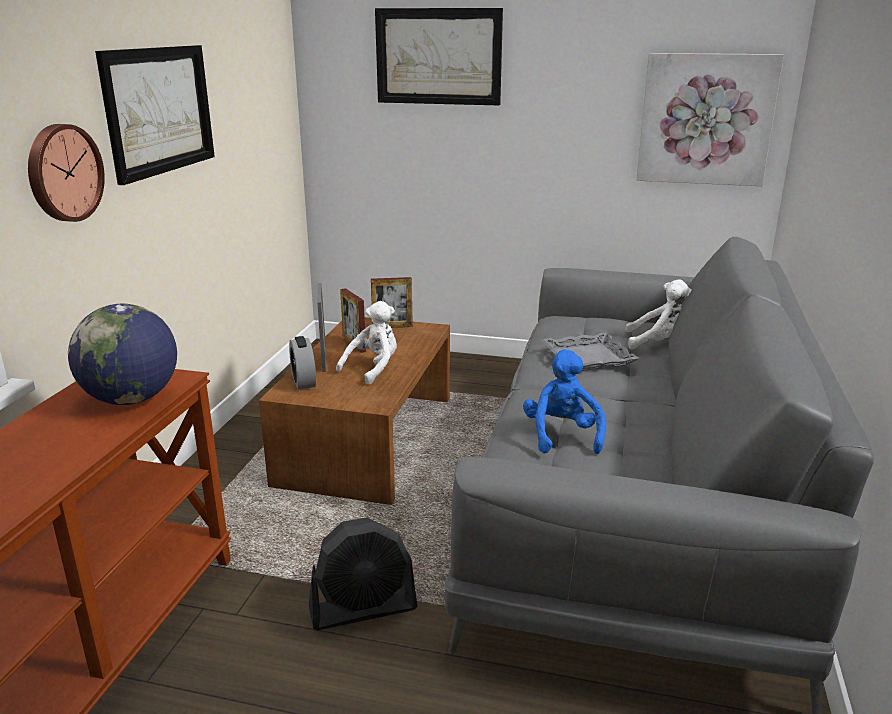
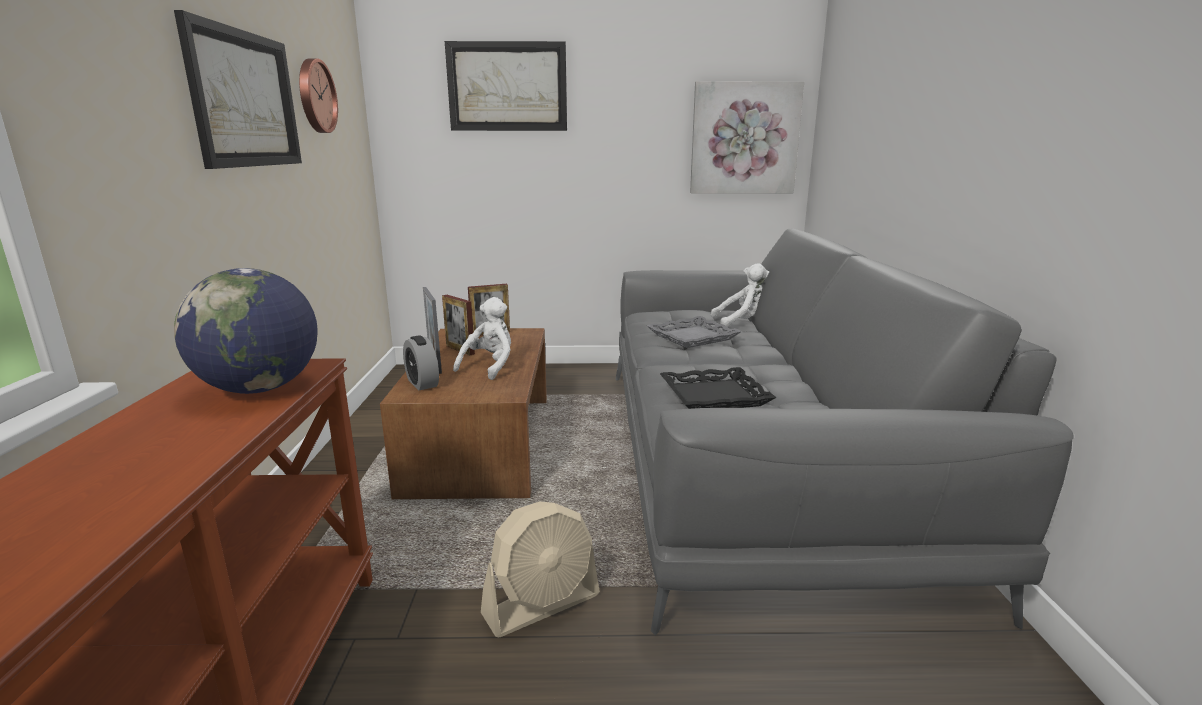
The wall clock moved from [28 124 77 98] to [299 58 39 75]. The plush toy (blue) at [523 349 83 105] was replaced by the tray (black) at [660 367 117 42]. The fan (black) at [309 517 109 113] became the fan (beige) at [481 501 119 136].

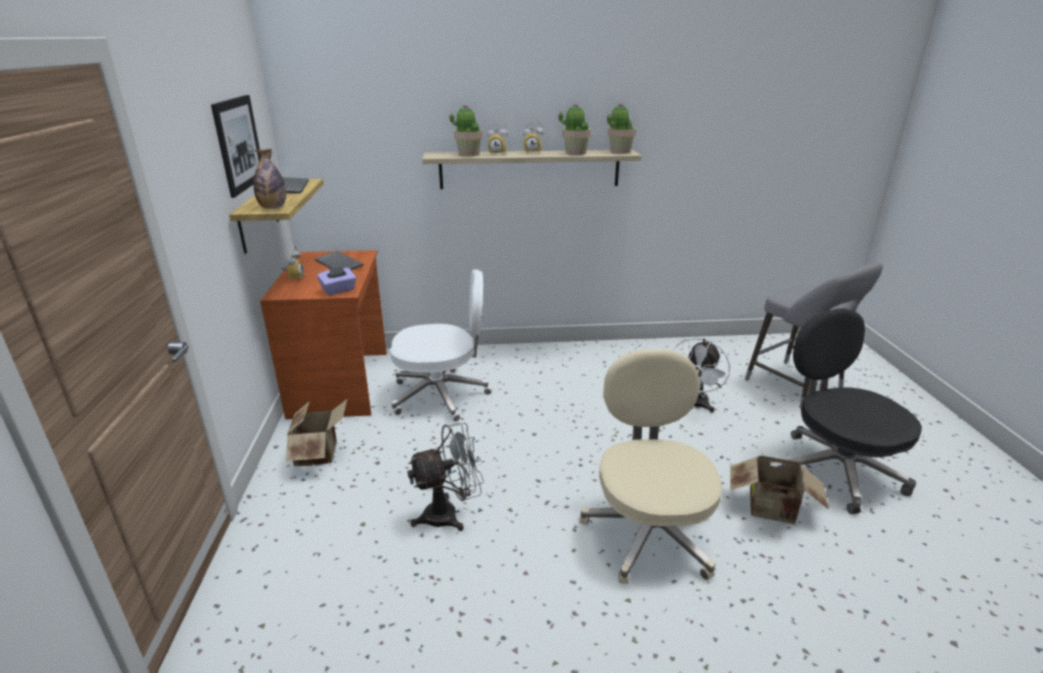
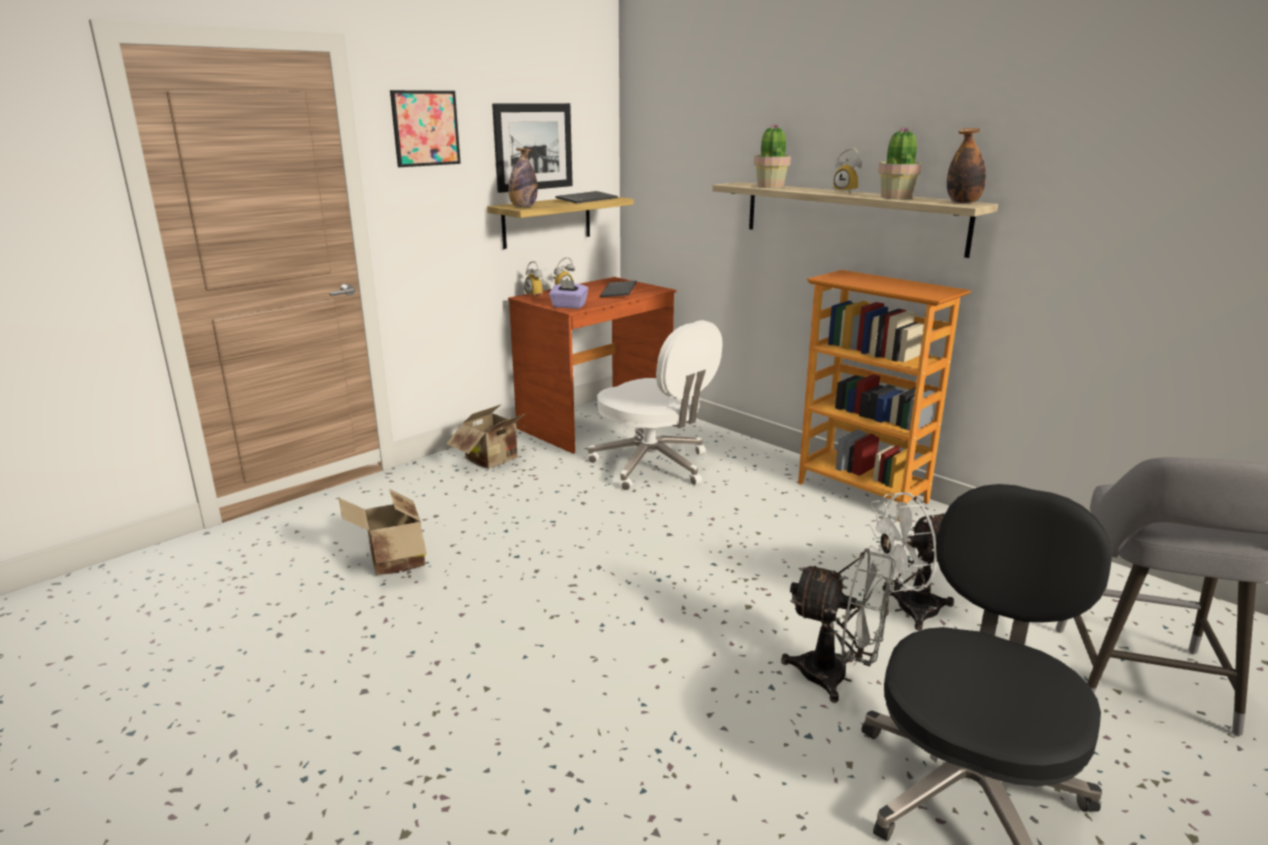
The office chair (beige) at [579 349 143 235] disappeared. The picture at [390 90 71 77] appeared. The bookcase at [798 270 173 251] appeared. The fan (grey) moved from [407 423 77 108] to [781 548 115 155]. The alarm clock moved from [487 122 21 33] to [524 261 22 36]. The cardboard box moved from [730 456 99 68] to [339 489 88 86]. The potted plant at [607 104 29 50] was replaced by the bottle at [947 128 39 75].

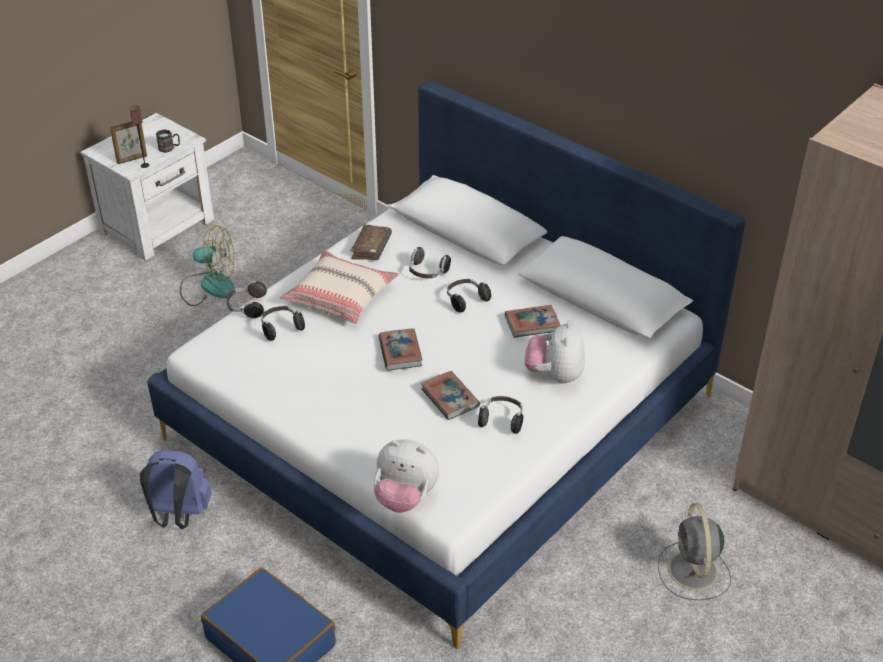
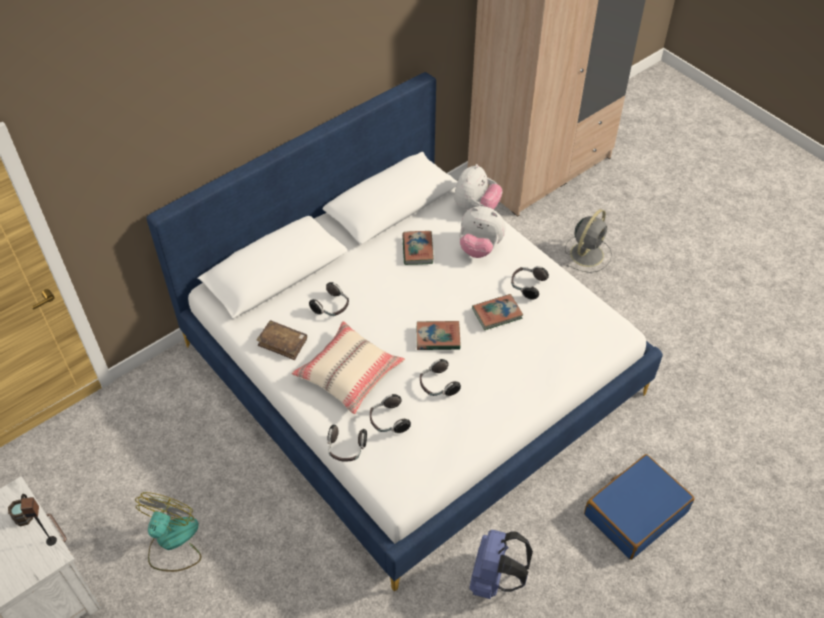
The picture frame at [110 122 37 42] disappeared. The plush toy moved from [374 439 65 74] to [454 164 49 46]. The headphones moved from [447 279 44 34] to [420 359 41 37]. The fan (grey) at [658 503 73 97] turned 60 degrees counterclockwise.

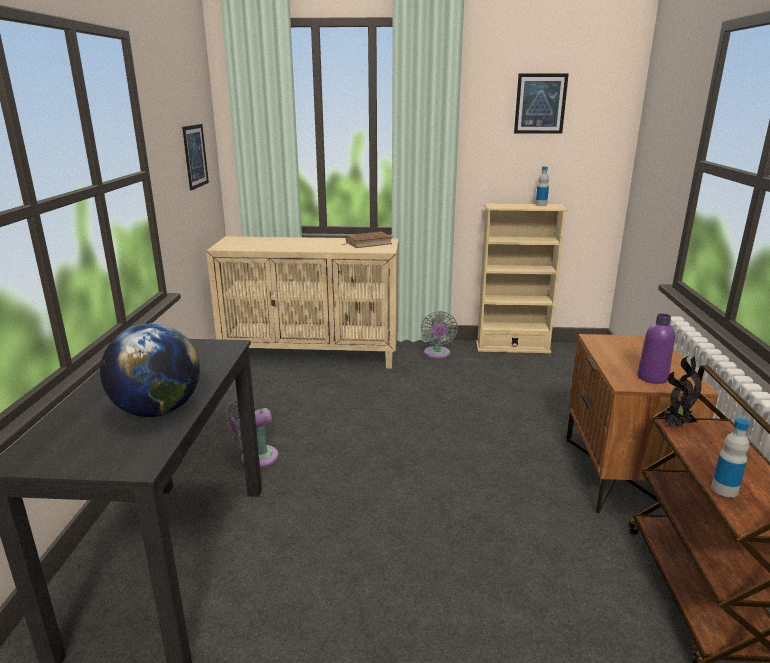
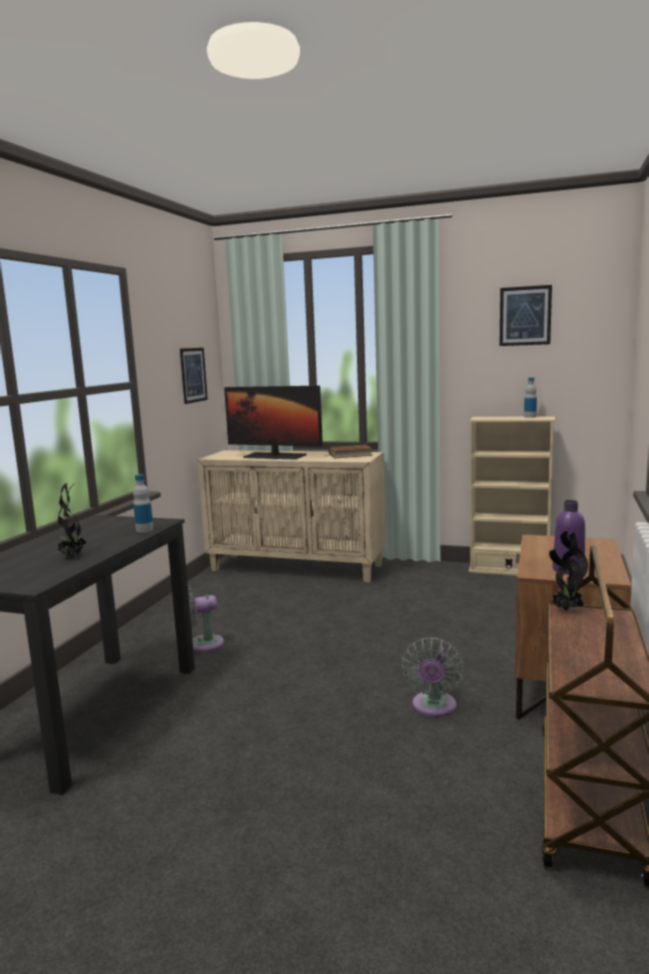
The monitor at [224 386 99 74] appeared. The fan (grey) moved from [421 311 37 48] to [401 637 63 80]. The bottle moved from [711 418 38 79] to [133 474 21 59]. The globe at [100 324 100 93] was replaced by the potted plant at [58 483 28 75].

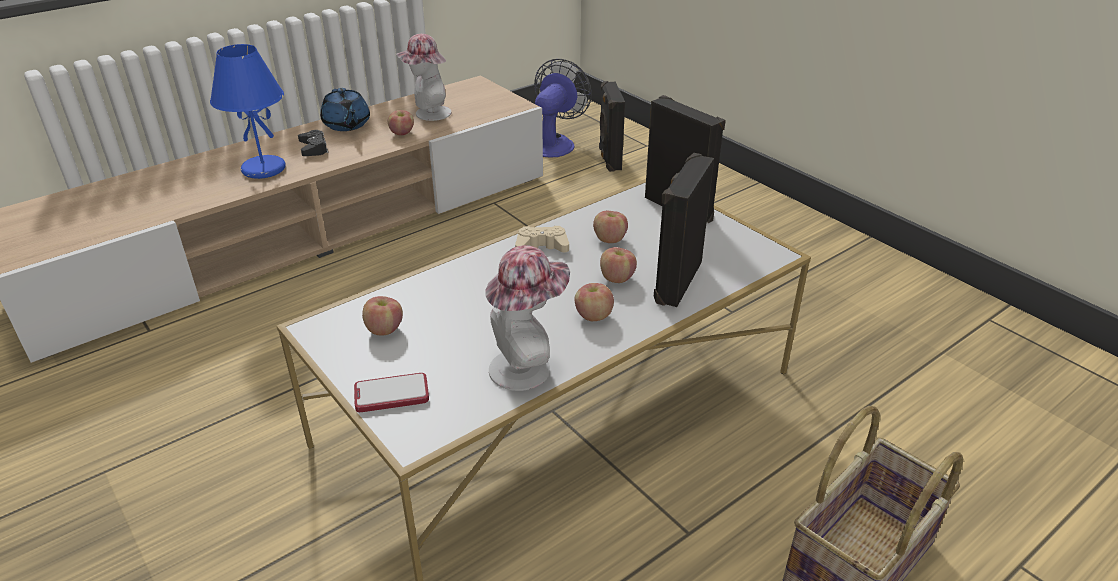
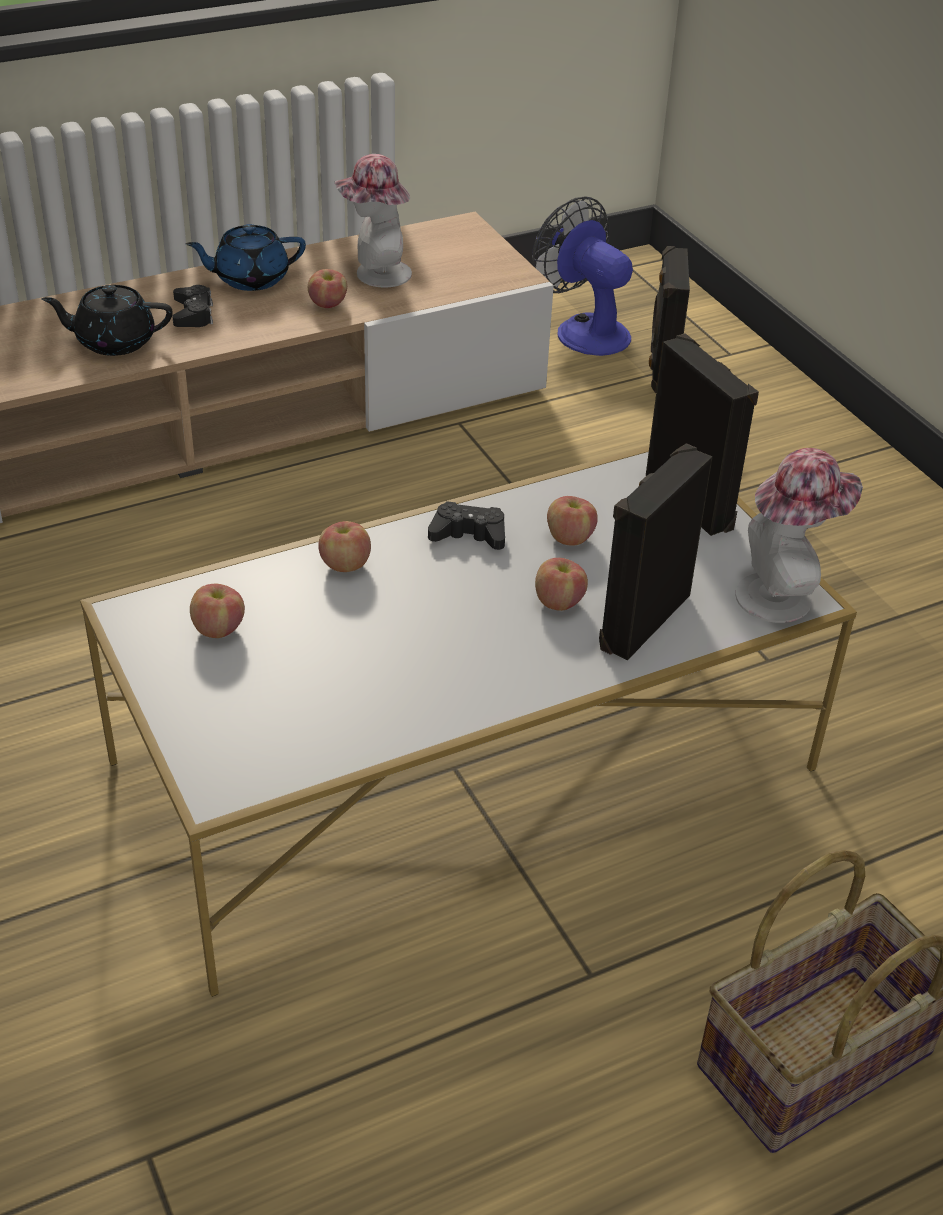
The phone at [354 373 75 39] disappeared. The hat moved from [486 245 84 146] to [735 448 128 175]. The apple moved from [575 283 39 38] to [318 521 53 51]. The table lamp (blue) at [210 44 76 135] was replaced by the teapot (black) at [41 285 132 71]. The game controller (beige) at [515 226 54 26] became the game controller (black) at [428 501 77 49]. The teapot (blue) at [320 88 50 43] turned 90 degrees clockwise. The fan at [534 59 58 98] turned 75 degrees counterclockwise.

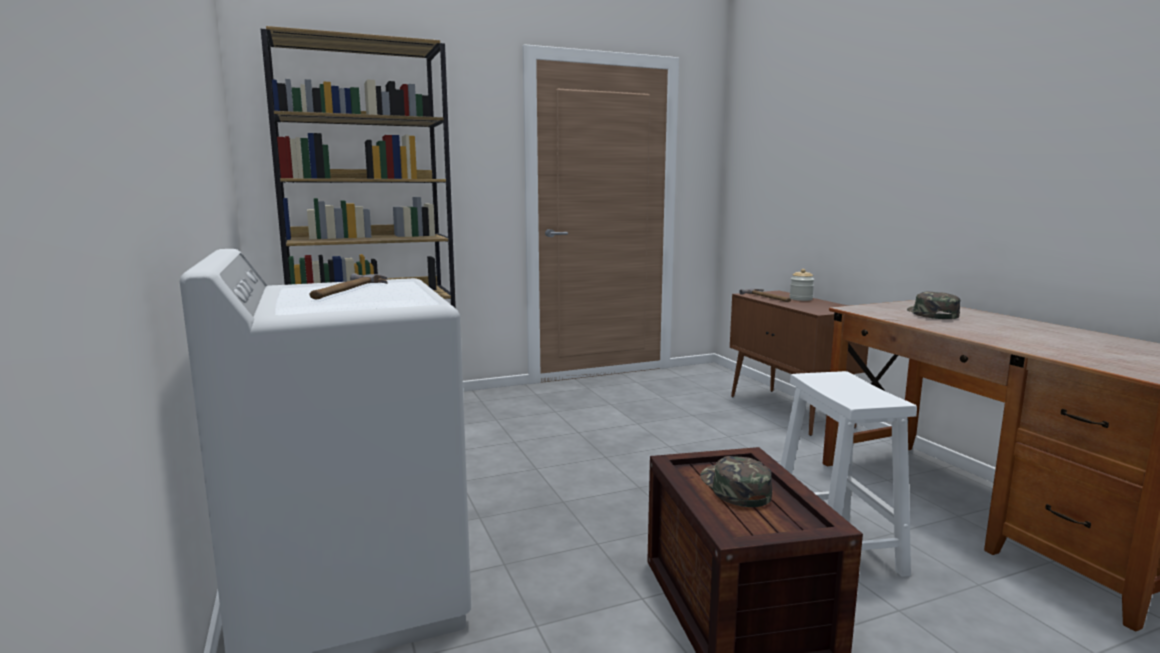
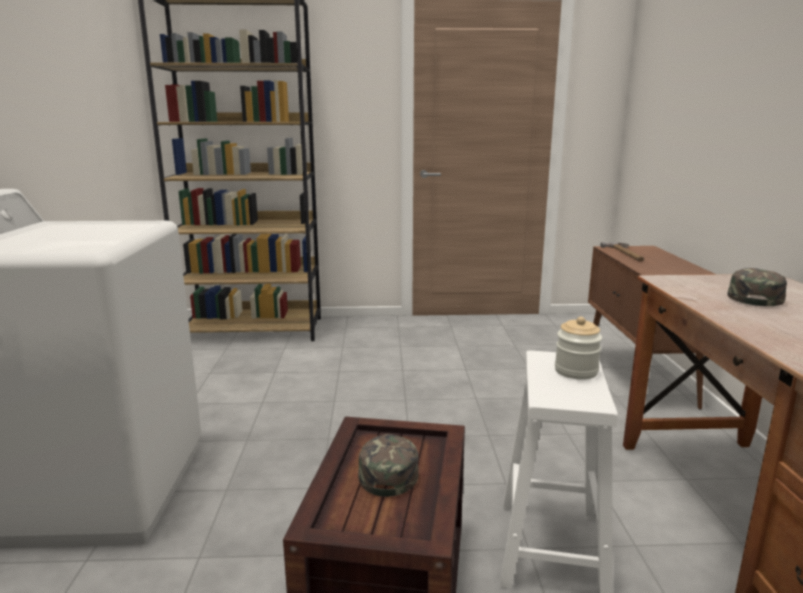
The hammer at [309 273 79 26] disappeared. The jar moved from [790 269 25 32] to [555 317 47 63].

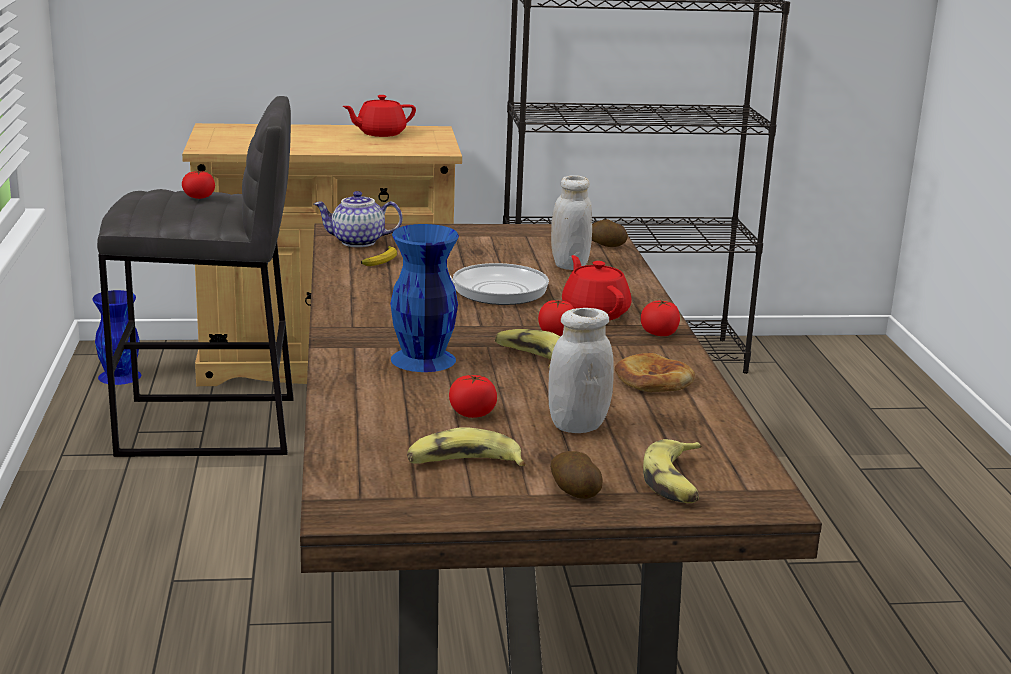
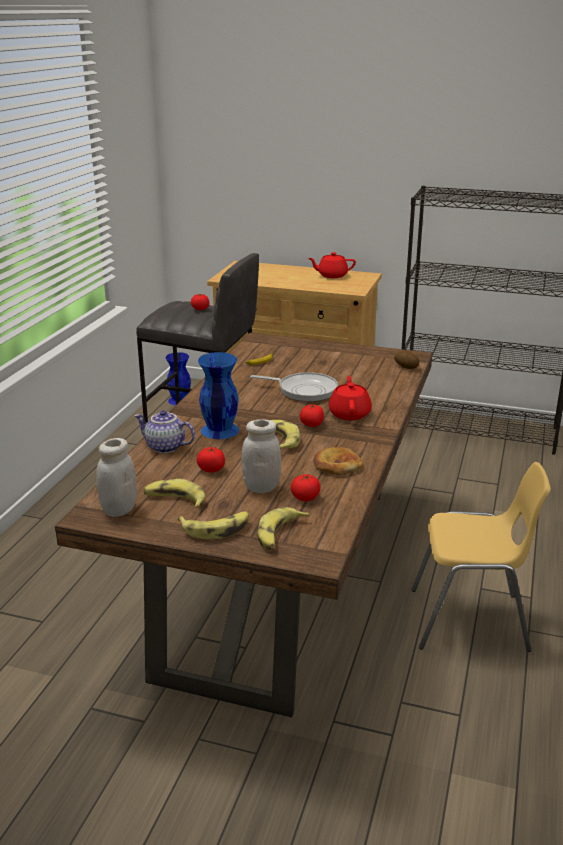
The chair (yellow) at [411 462 140 190] appeared. The teapot moved from [314 191 89 56] to [134 410 61 43]. The jar (white) moved from [551 175 41 95] to [96 438 41 79]. The tomato moved from [641 300 39 36] to [291 474 30 28]. The potato at [550 451 52 48] was replaced by the banana at [178 511 71 28].

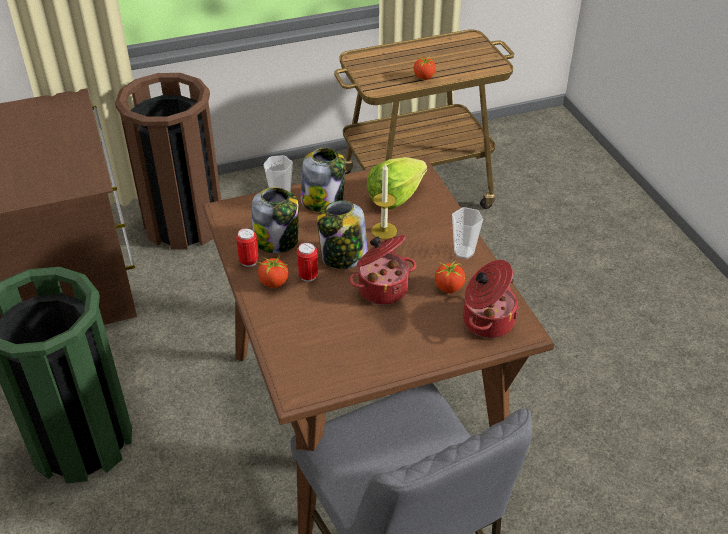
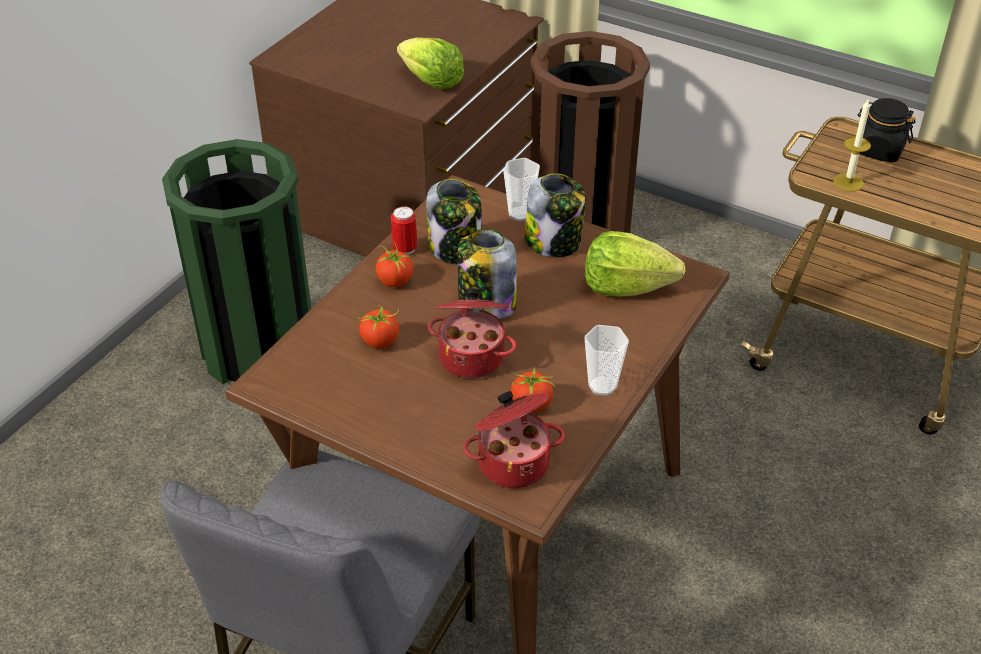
The can at [297 242 21 40] disappeared. The lettuce at [397 37 67 53] appeared. The jar (black) at [857 98 59 64] appeared. The candle moved from [371 163 26 76] to [833 100 38 91]. The tomato moved from [414 53 22 27] to [358 304 41 45].

